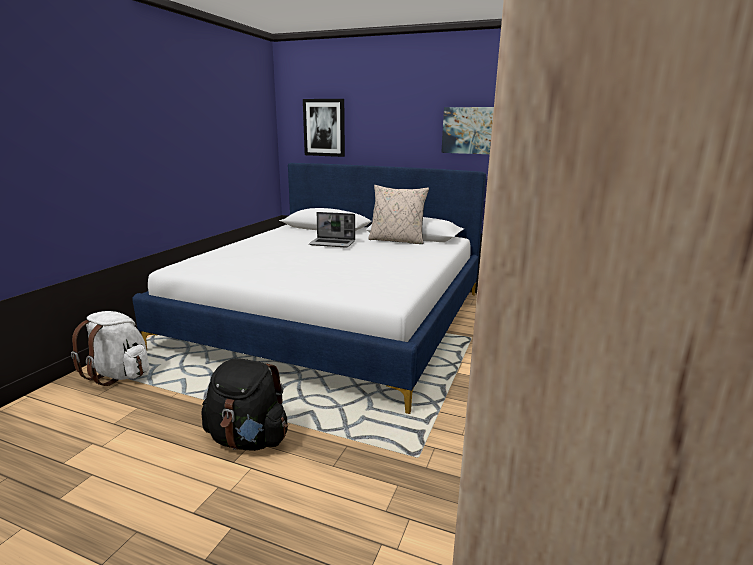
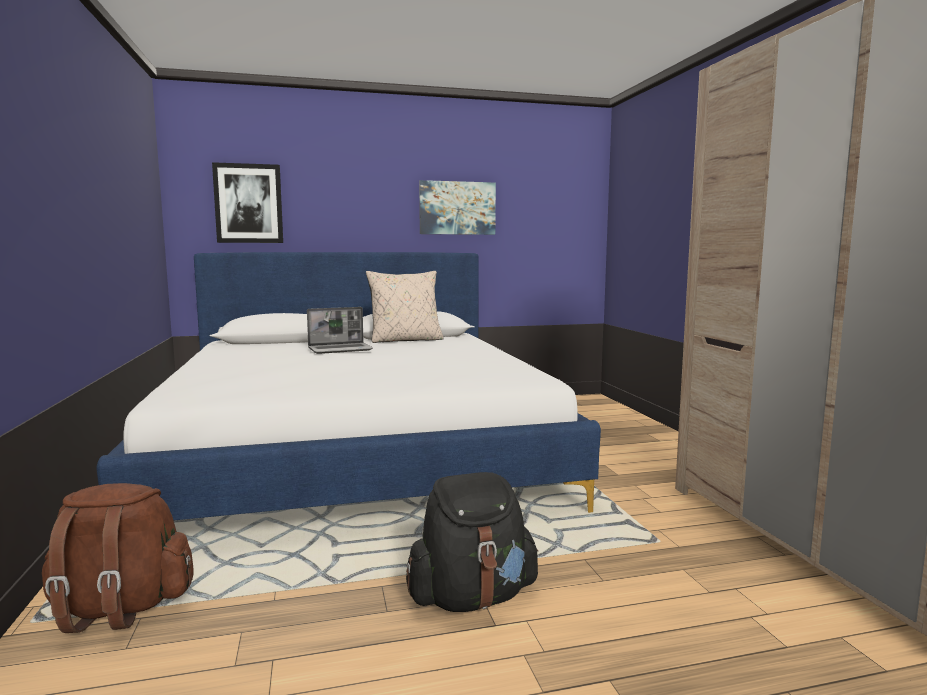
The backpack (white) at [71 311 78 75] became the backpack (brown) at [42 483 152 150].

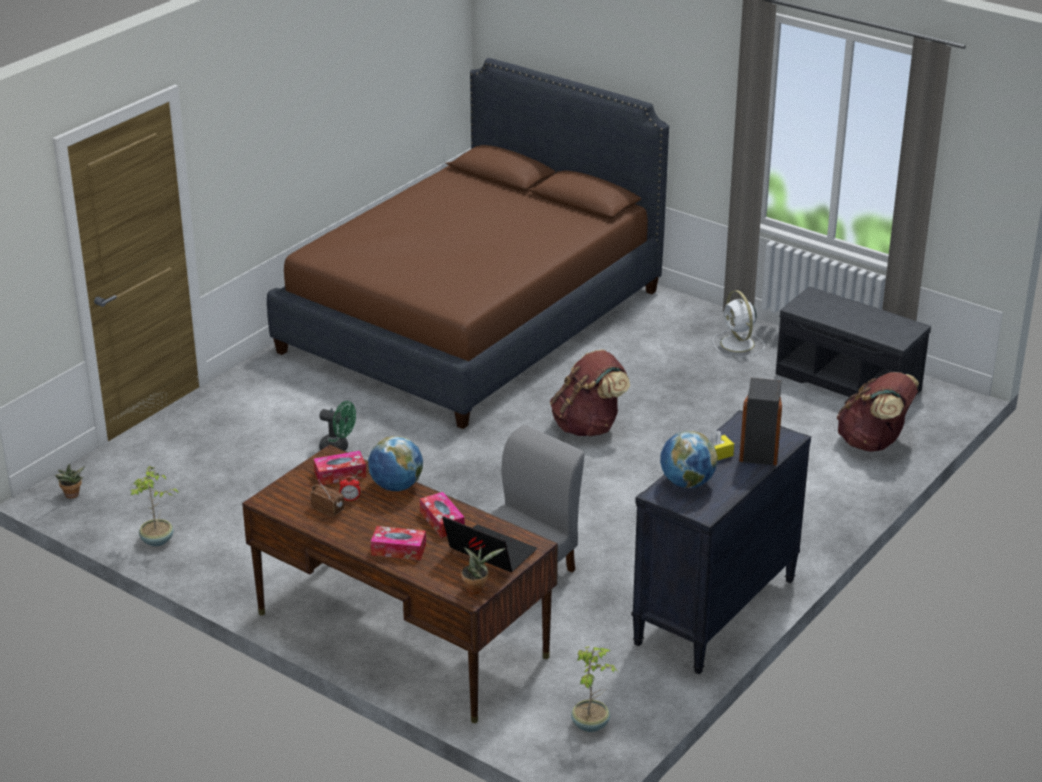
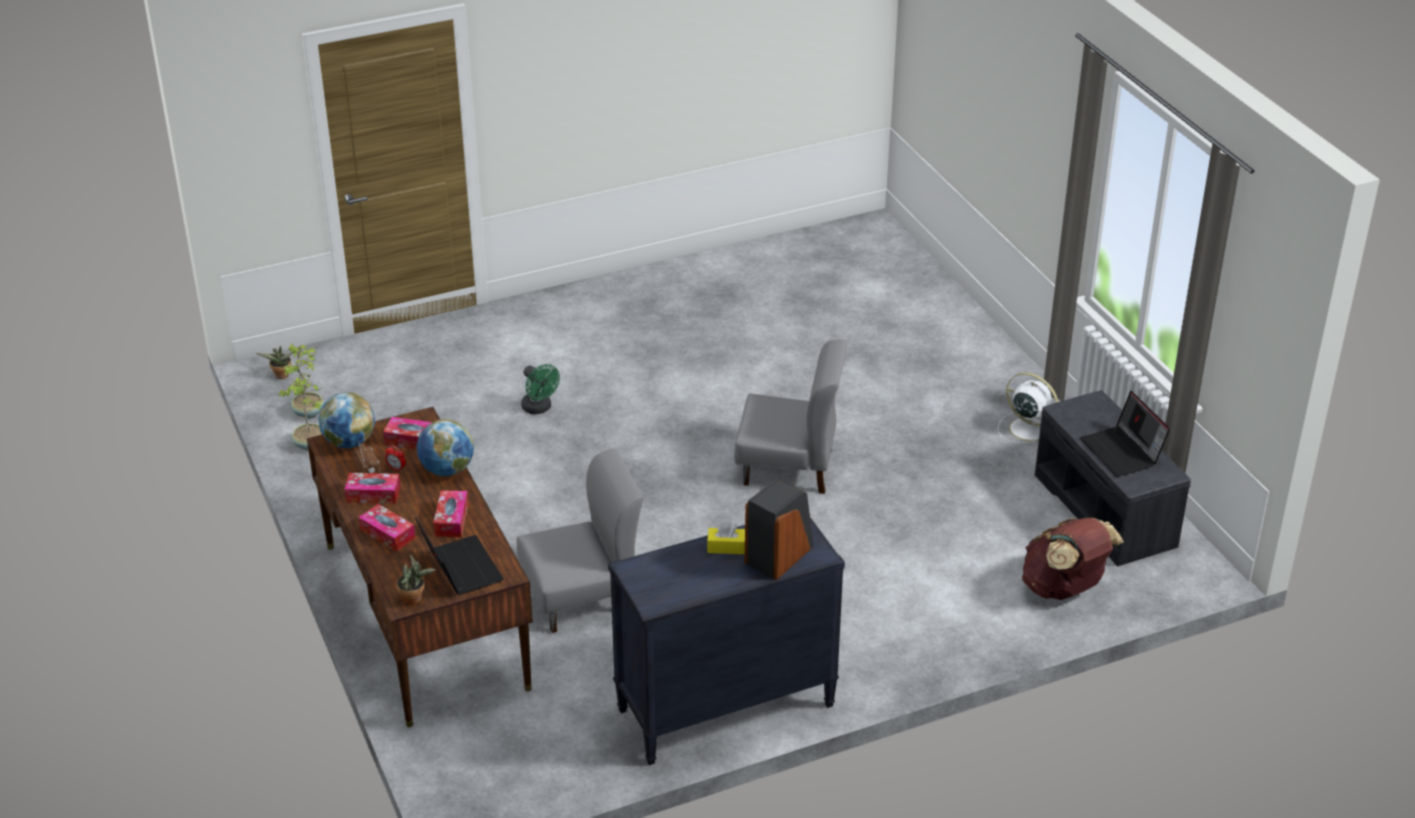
The bed (brown) at [267 58 402 371] disappeared. The tissue box at [344 473 56 31] appeared. The laptop at [1080 391 90 86] appeared. The potted plant moved from [571 646 46 86] to [282 343 42 76]. The globe moved from [660 431 58 57] to [318 392 57 56]. The backpack (brown) at [550 350 80 86] was replaced by the chair (grey) at [735 339 112 155]. The fan (white) at [712 290 53 67] turned 120 degrees clockwise.

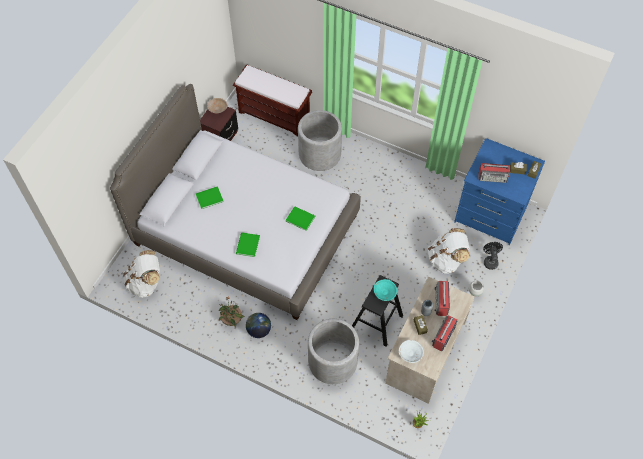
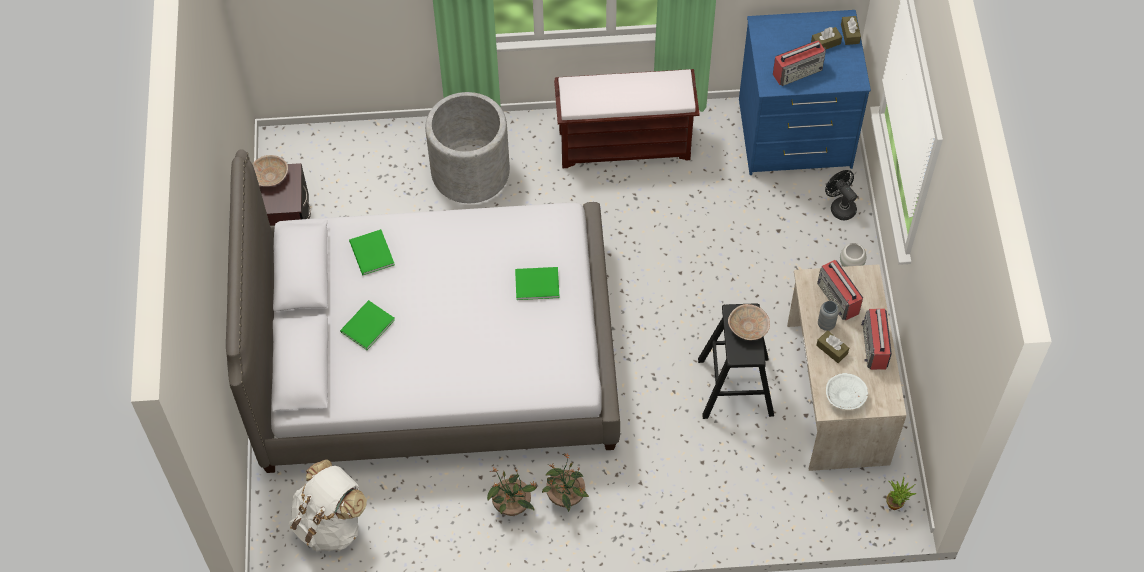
The planter (grey) at [308 319 51 65] disappeared. The backpack (white) at [428 228 42 46] disappeared. The bench (brown) moved from [233 64 79 73] to [554 69 146 99]. The book (green) moved from [236 232 24 25] to [349 229 46 46]. The globe at [246 313 25 25] was replaced by the potted plant at [542 453 47 59]. The bowl (turquoise) at [374 279 23 22] became the bowl (beige) at [728 304 42 36].

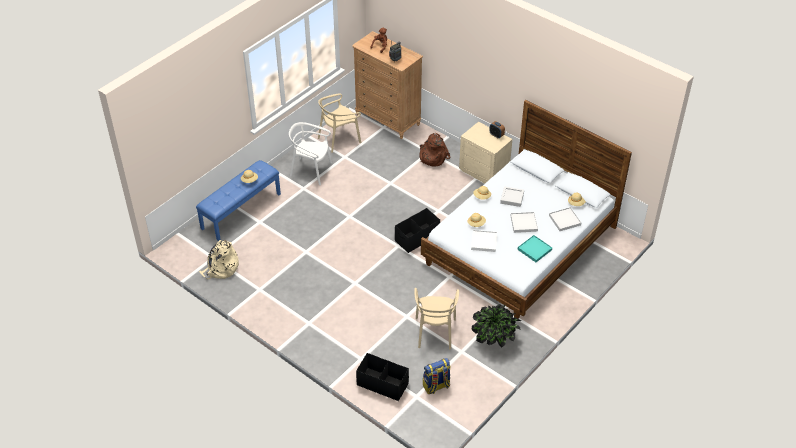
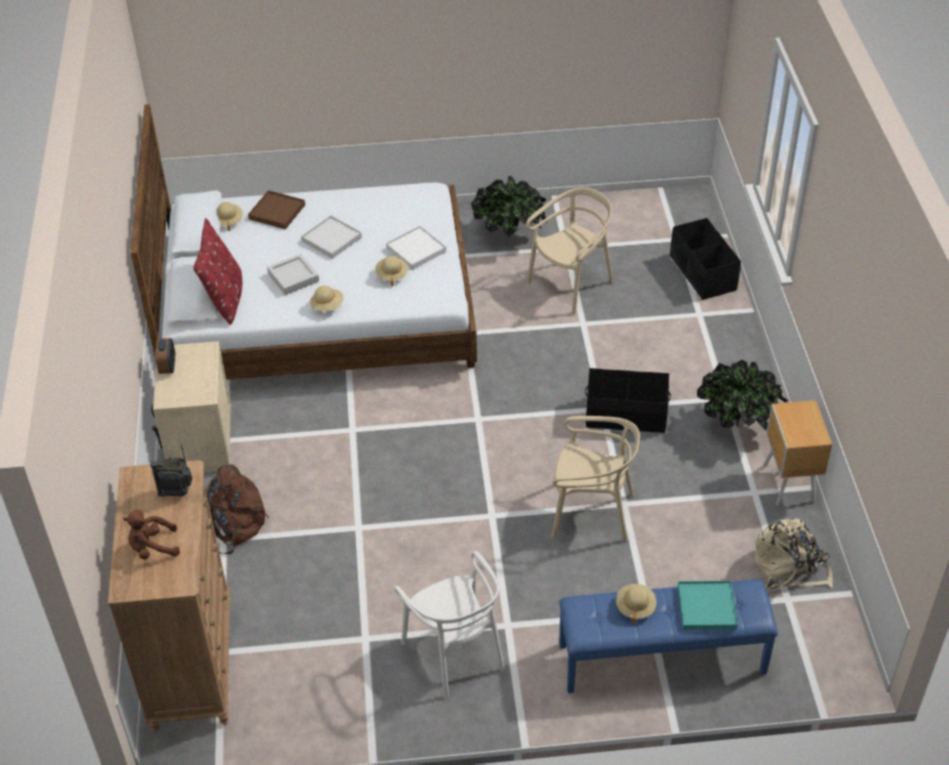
The backpack at [423 358 28 36] disappeared. The pillow (red) at [193 218 49 107] appeared. The potted plant at [697 360 92 70] appeared. The nightstand (brown) at [763 400 69 106] appeared. The chair (beige) moved from [318 93 43 60] to [551 416 89 125]. The storage box (black) moved from [395 208 45 45] to [585 368 86 65]. The tray (turquoise) moved from [518 235 34 27] to [678 581 60 49]. The tray (white) at [549 207 32 24] became the tray (brown) at [248 190 57 39].

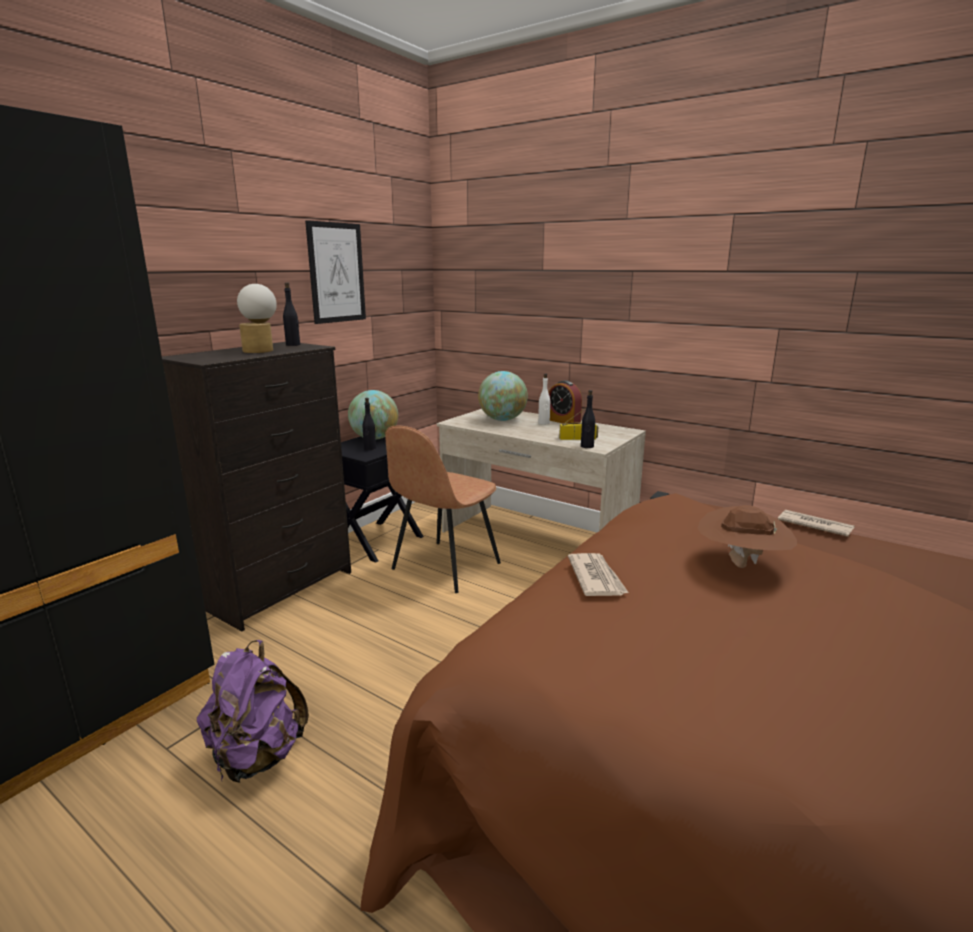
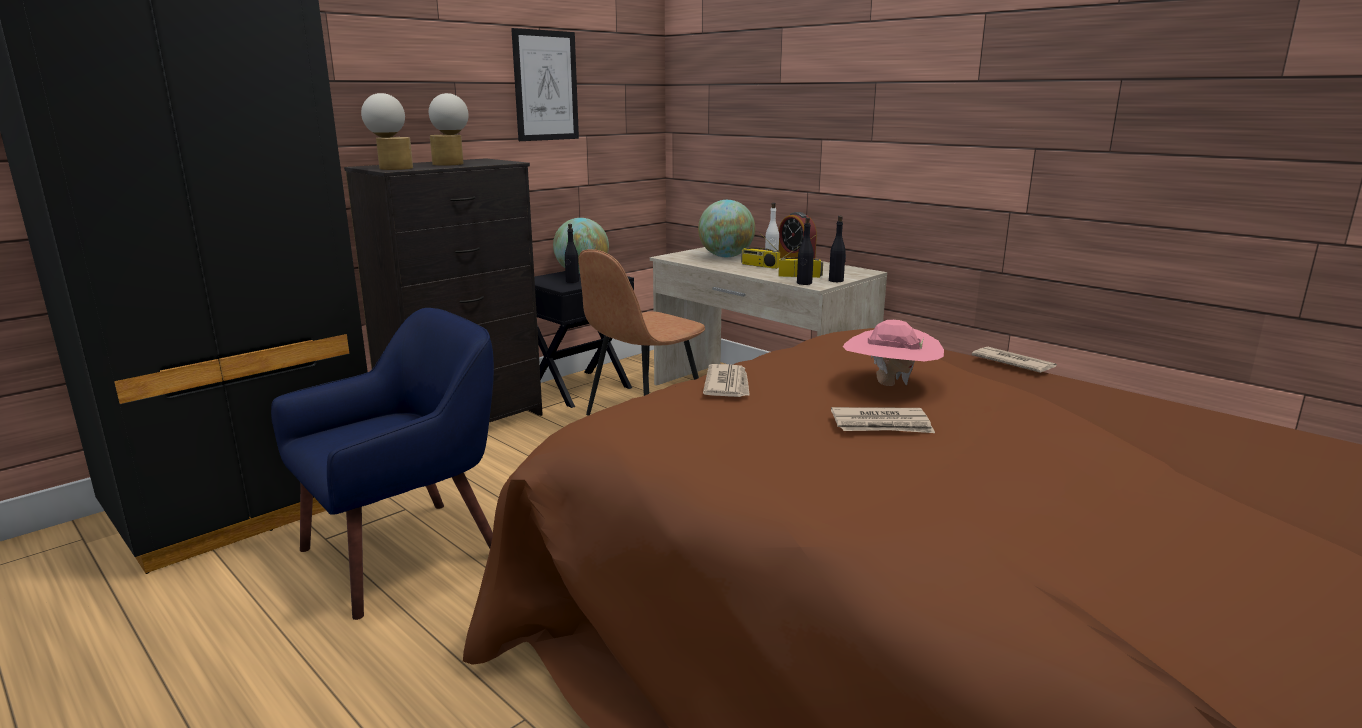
The table lamp at [361 93 52 77] appeared. The radio at [741 225 39 44] appeared. The newspaper at [831 407 104 26] appeared. The bottle (black) moved from [283 282 17 64] to [829 216 17 66]. The backpack (purple) at [197 640 112 143] was replaced by the armchair (blue) at [271 308 223 312]. The hat (brown) at [698 505 99 63] became the hat (pink) at [843 320 101 66].

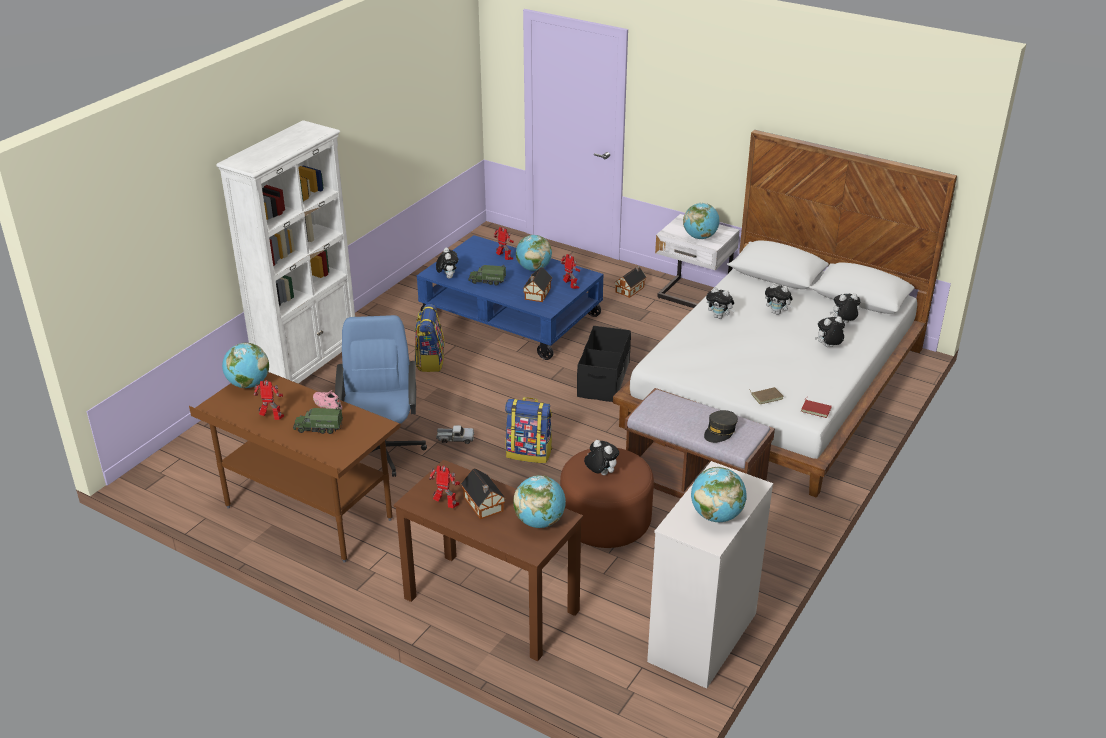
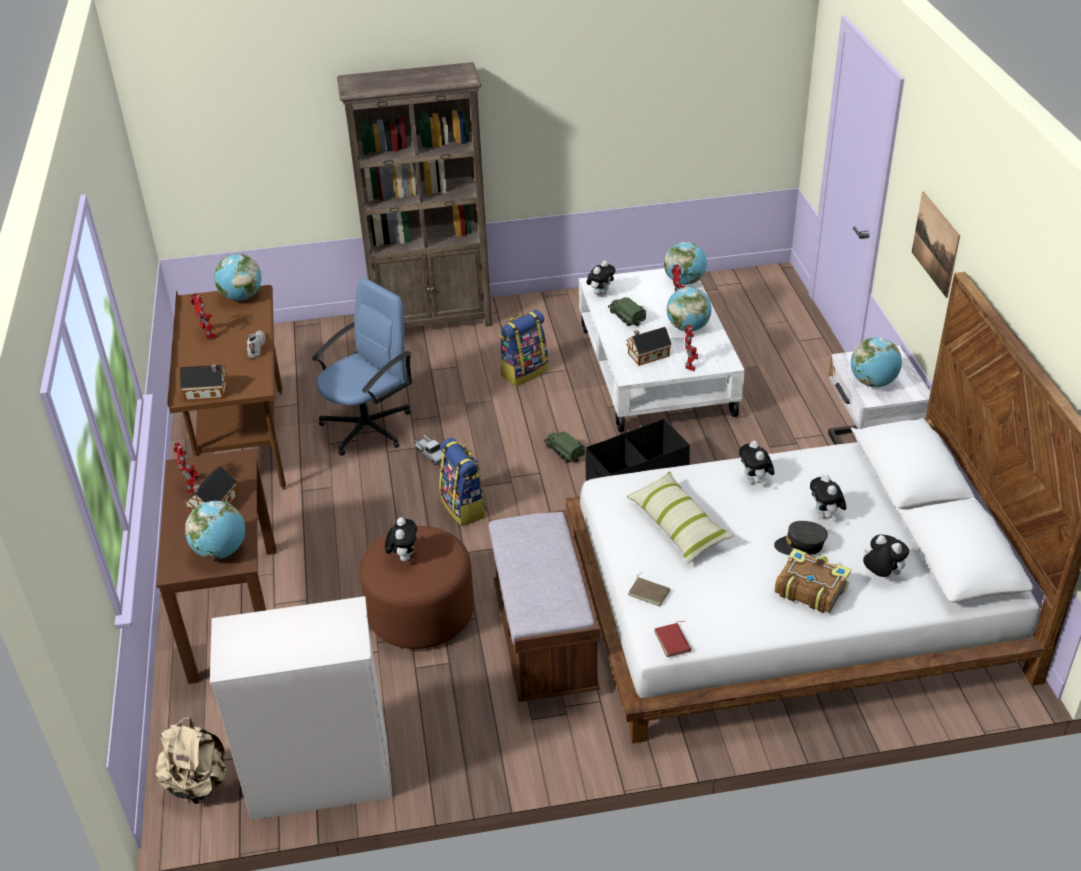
The backpack (beige) at [155 717 72 88] appeared. The pillow at [627 472 107 92] appeared. The picture at [912 191 48 107] appeared. The toy truck moved from [293 407 50 27] to [544 432 41 30]. The toy house moved from [615 266 32 32] to [180 364 47 37]. The globe moved from [691 467 56 55] to [664 242 43 43]. The cap (grey) moved from [704 410 34 33] to [774 521 54 34]. The plush toy at [815 316 30 31] was replaced by the book at [775 548 76 65]. The bookcase (white) at [216 120 139 264] became the bookcase (brown) at [337 62 155 266]. The shoe (pink) at [313 390 29 20] became the shoe (white) at [247 330 19 28]. The coffee table (blue) at [417 235 187 125] became the coffee table (white) at [579 268 166 164].

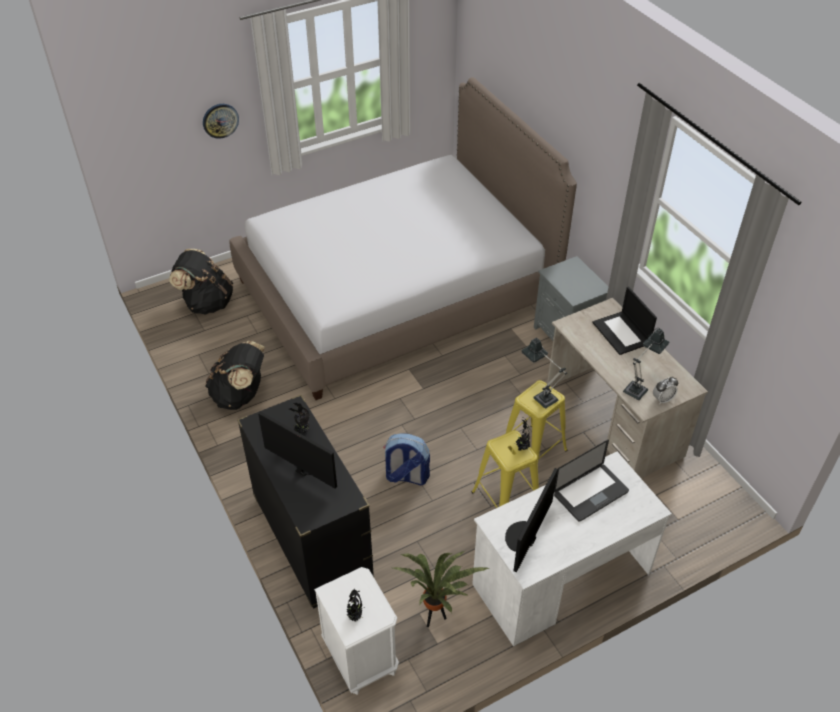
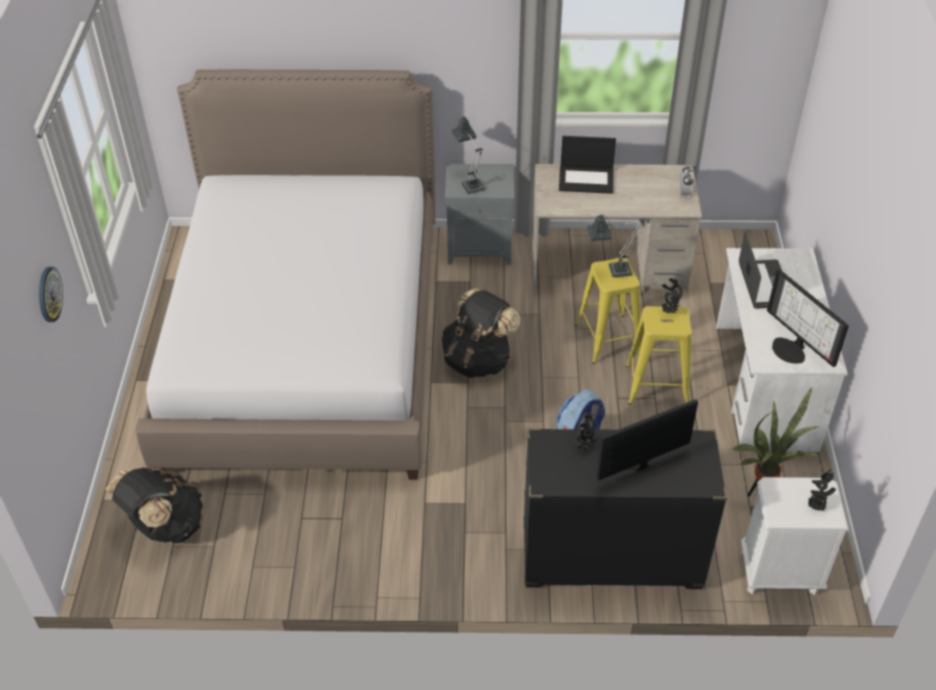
The backpack (black) moved from [205 341 60 69] to [442 288 78 90]. The table lamp moved from [623 328 47 72] to [452 116 33 78].

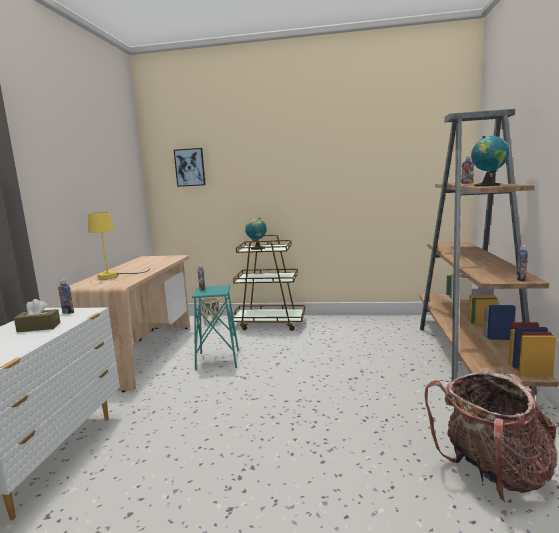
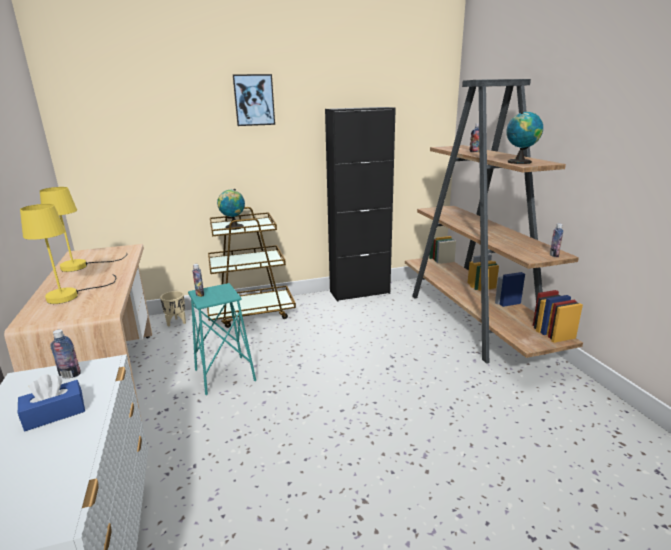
The backpack at [425 370 132 132] disappeared. The table lamp (yellow) at [40 187 88 85] appeared. The cabinet (black) at [325 107 71 194] appeared. The picture moved from [174 148 32 39] to [233 74 42 52]. The tissue box (brown) at [14 299 47 33] became the tissue box (blue) at [18 374 67 57].

